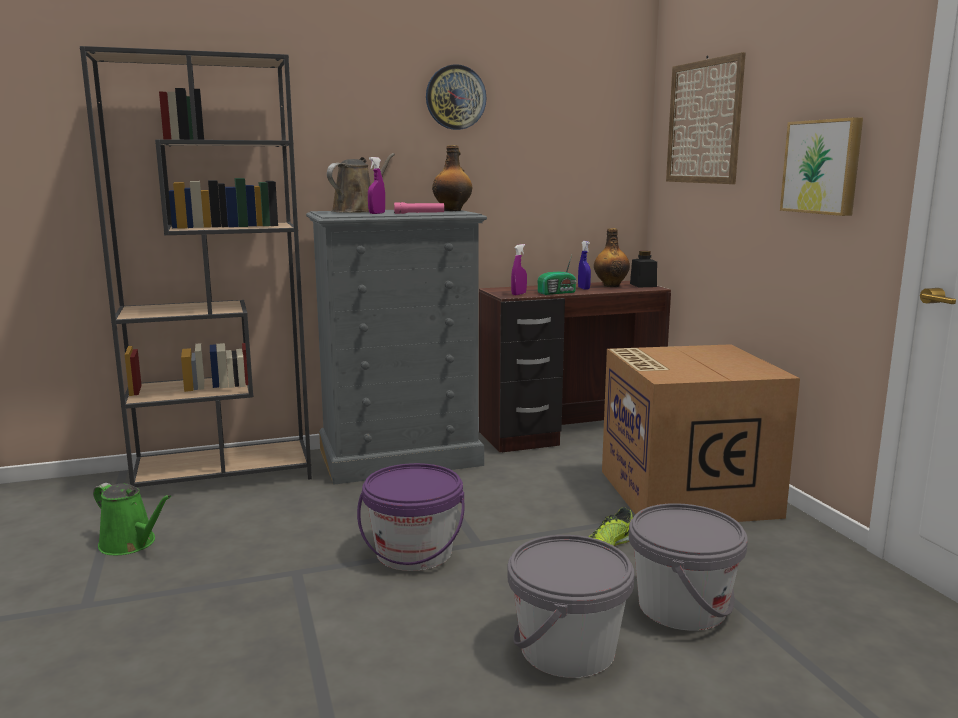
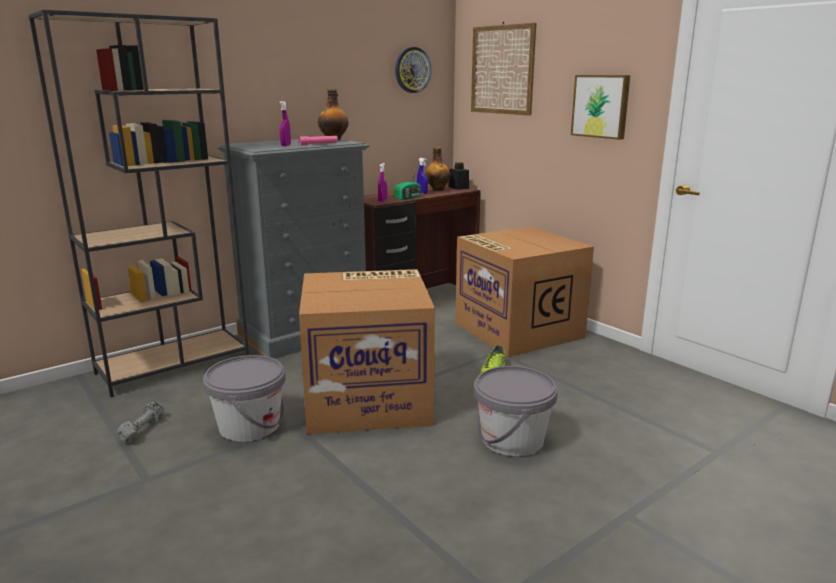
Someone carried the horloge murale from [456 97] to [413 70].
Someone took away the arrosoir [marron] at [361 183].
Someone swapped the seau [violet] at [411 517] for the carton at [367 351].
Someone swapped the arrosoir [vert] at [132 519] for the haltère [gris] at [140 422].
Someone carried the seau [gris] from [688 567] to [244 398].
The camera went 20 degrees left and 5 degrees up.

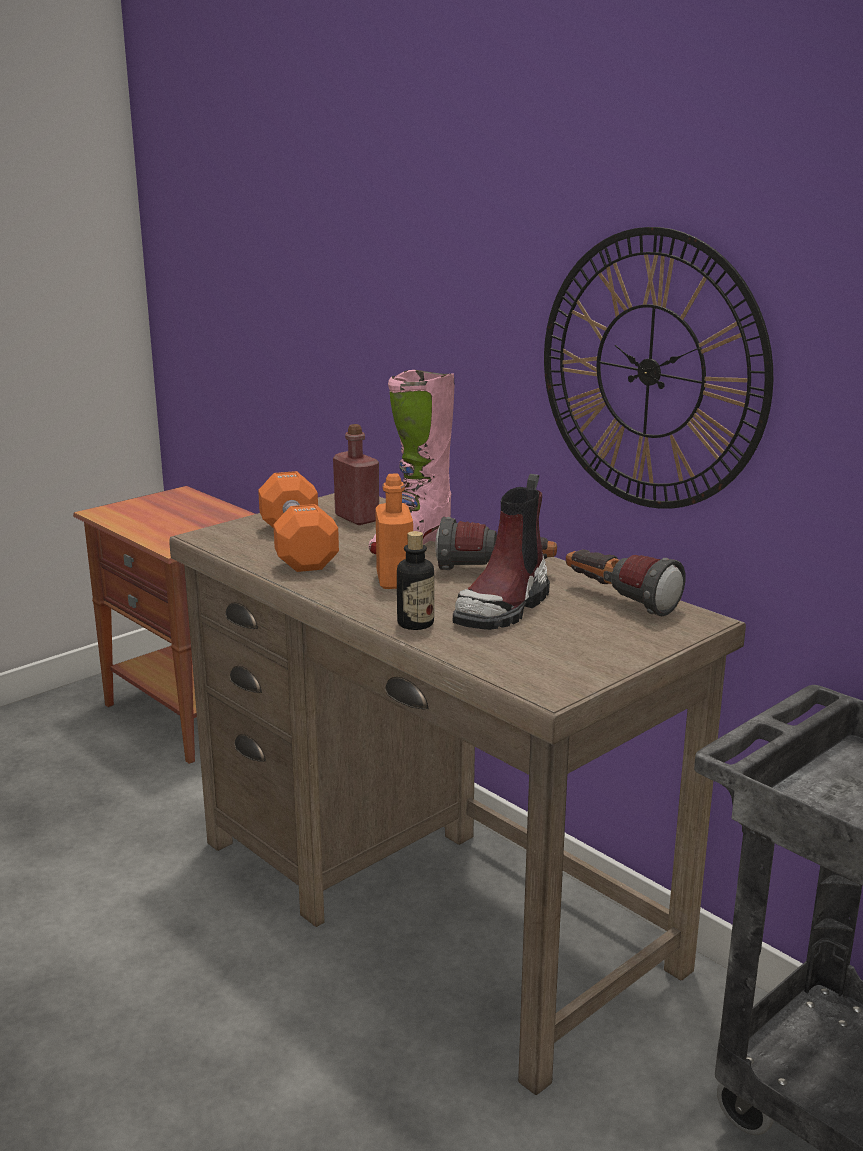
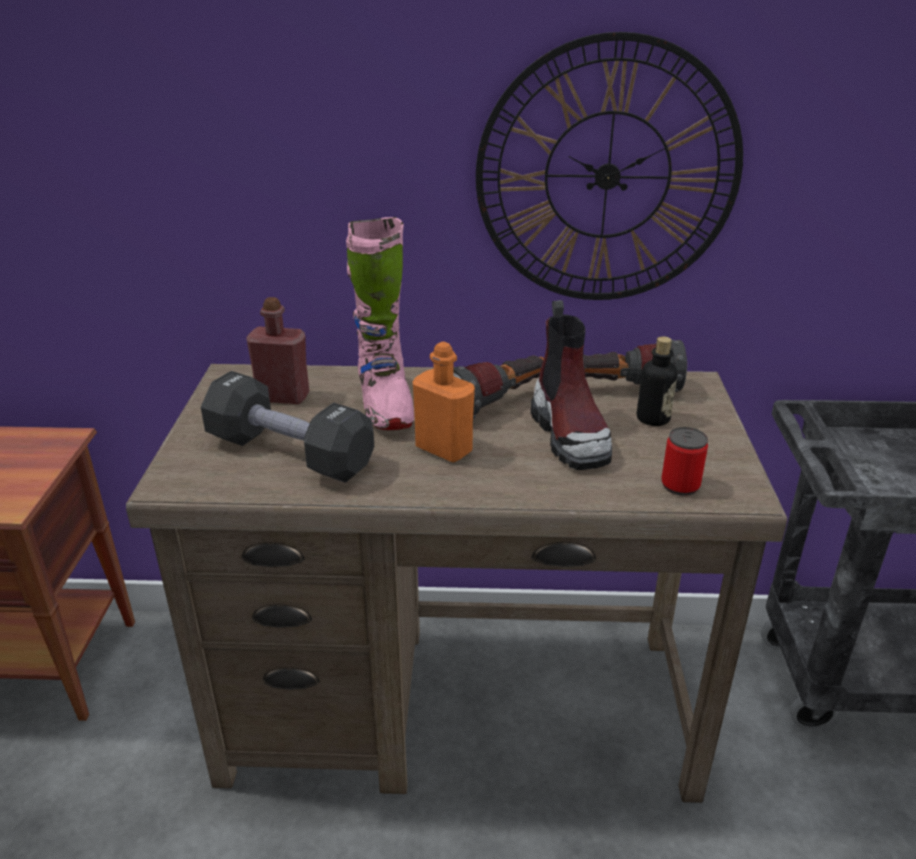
Someone repainted the haltère [orange] at [298 521], which became the haltère [noir] at [287 427].
Someone carried the bouteille from [415 580] to [657 381].
Someone put down the boîte métallique at [684 461].
The camera went 45 degrees left and 10 degrees up.

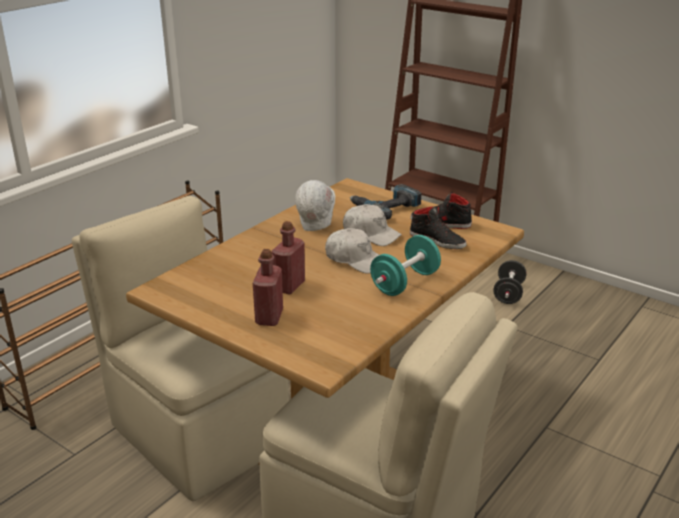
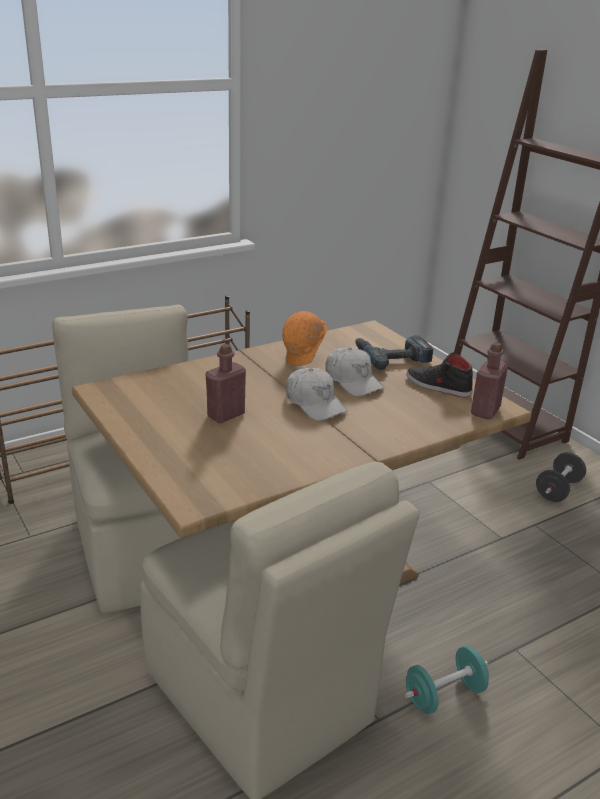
Someone repainted the casque de chantier [blanc] at [315 205], which became the casque de chantier [orange] at [304 338].
Someone took away the chaussure [noir] at [438 227].
Someone carried the haltère [turquoise] from [405 265] to [447 680].
Someone carried the bouteille [rouge] from [268 287] to [489 380].
The camera went 20 degrees right and 0 degrees up.

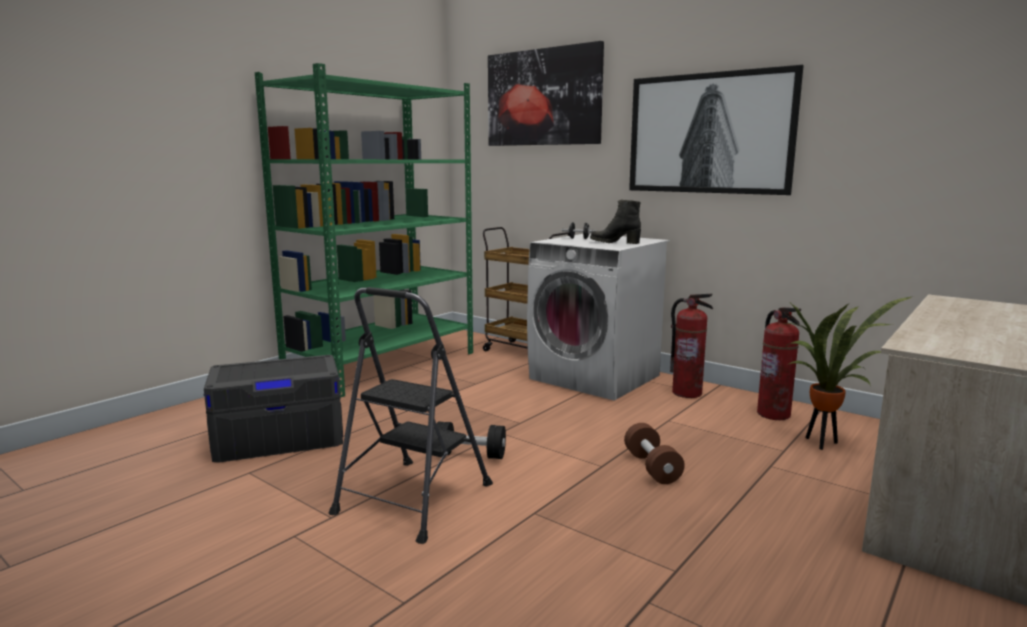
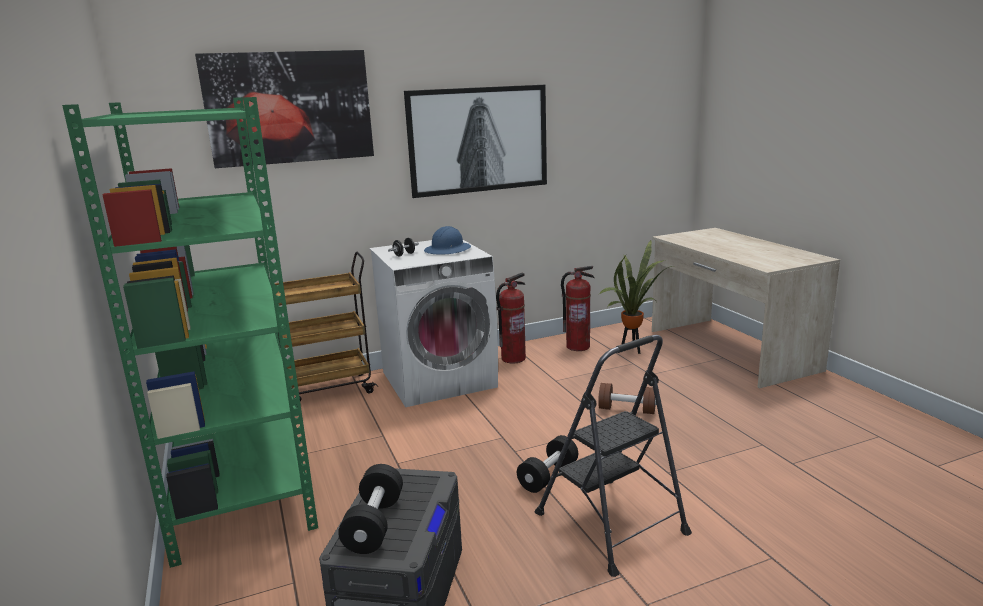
Someone swapped the botte [noir] at [615 221] for the casque de chantier [bleu] at [447 240].
Someone put down the haltère [noir] at [370 509].
The camera went 60 degrees left and 5 degrees up.

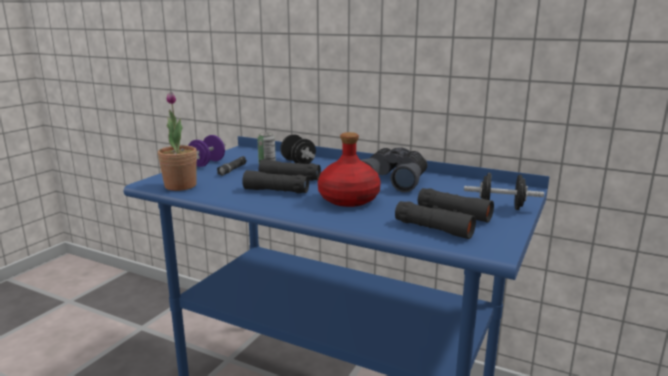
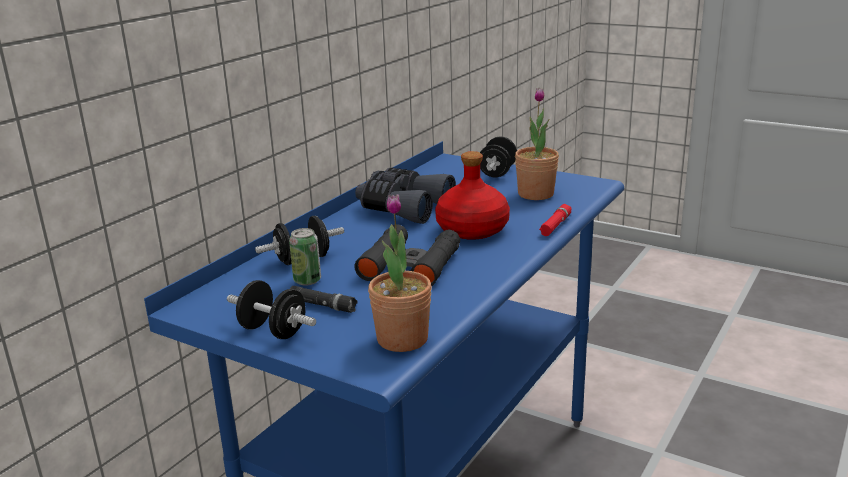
Someone repainted the haltère [violet] at [207 151], which became the haltère [noir] at [271 309].
Someone swapped the jumelles [noir] at [444 213] for the plante en pot at [537 144].
Someone put down the lampe de poche [rouge] at [555 220].
The camera went 85 degrees left and 5 degrees up.

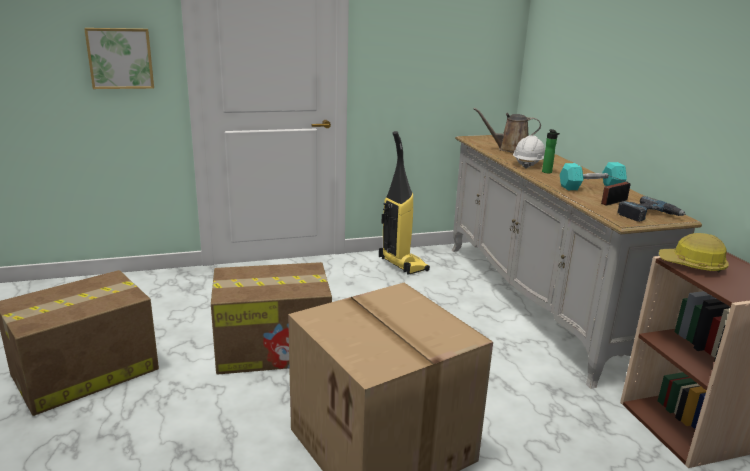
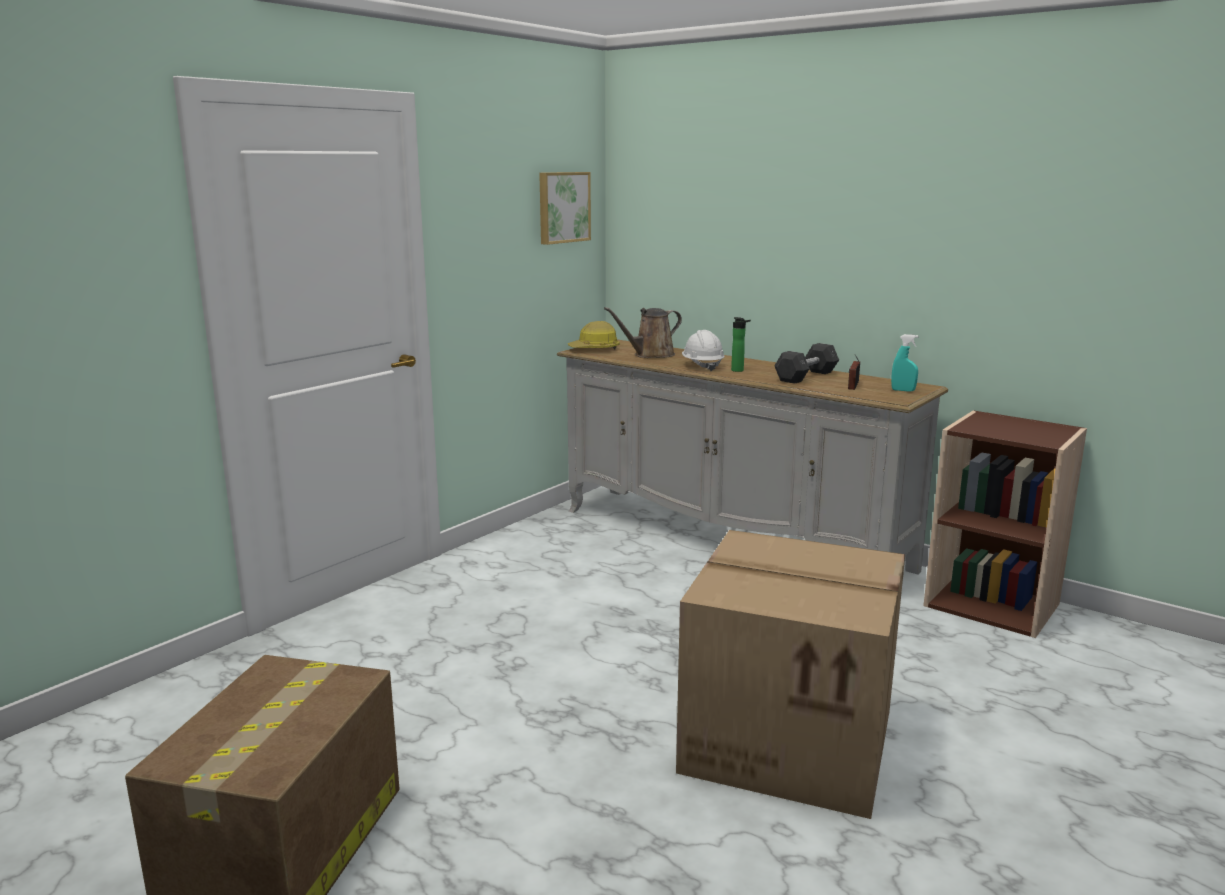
Someone carried the tableau from [119 58] to [565 208].
Someone took away the aspirateur at [404 203].
Someone repainted the haltère [turquoise] at [593 176], which became the haltère [gris] at [806 363].
Someone swapped the perceuse at [651 209] for the vaporisateur [turquoise] at [904 363].
Someone carried the casque de chantier from [694 252] to [594 335].
Someone took away the carton at [271 318].
The camera went 35 degrees left and 5 degrees down.

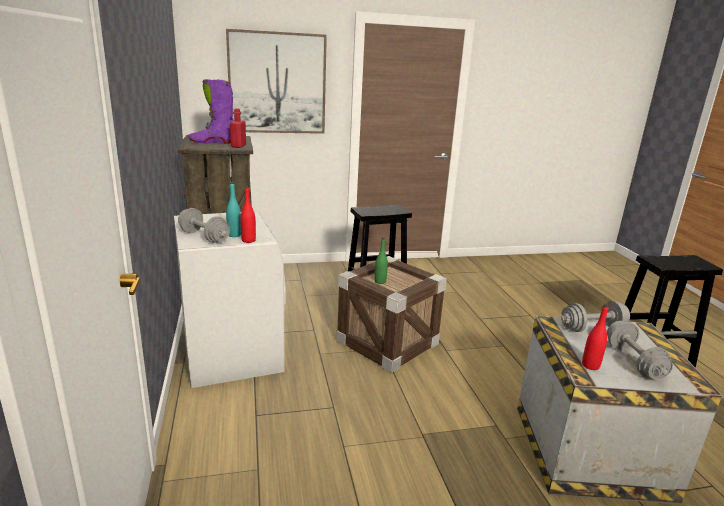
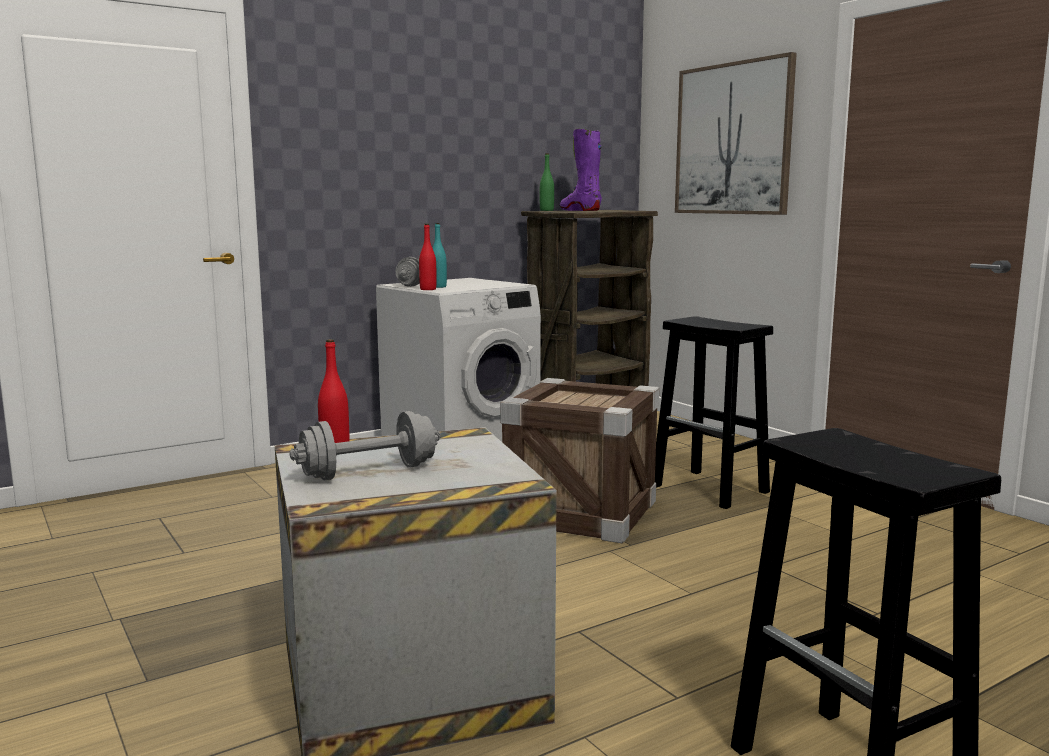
Someone took away the bouteille [rouge] at [238 128].
Someone carried the bouteille [vert] from [381 261] to [547 182].
Someone took away the haltère [gris] at [595 316].
The camera went 70 degrees right and 10 degrees down.

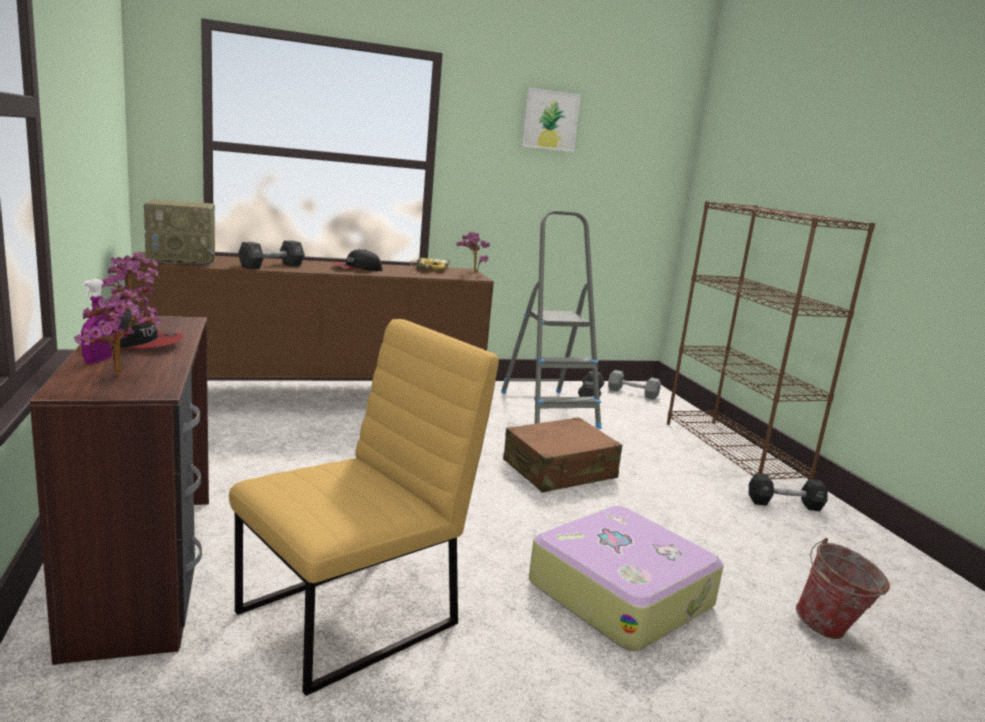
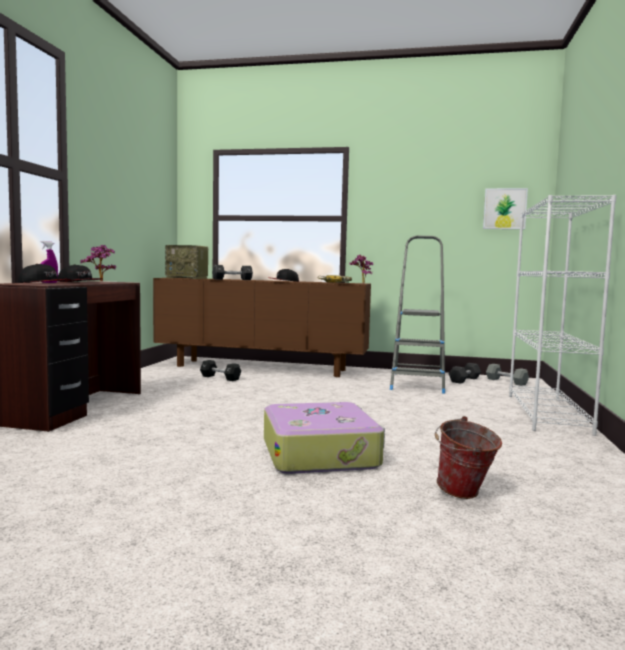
Someone carried the tableau from [551 120] to [505 208].
Someone repainted the bibliothèque [marron] at [771 340], which became the bibliothèque [blanc] at [562 315].
Someone swapped the plante en pot at [117 332] for the casquette at [44 273].
Someone took away the chaise [jaune] at [364 507].
Someone took away the valise [marron] at [562 455].
Someone carried the haltère [noir] from [788 492] to [220 370].
The camera went 30 degrees right and 10 degrees down.

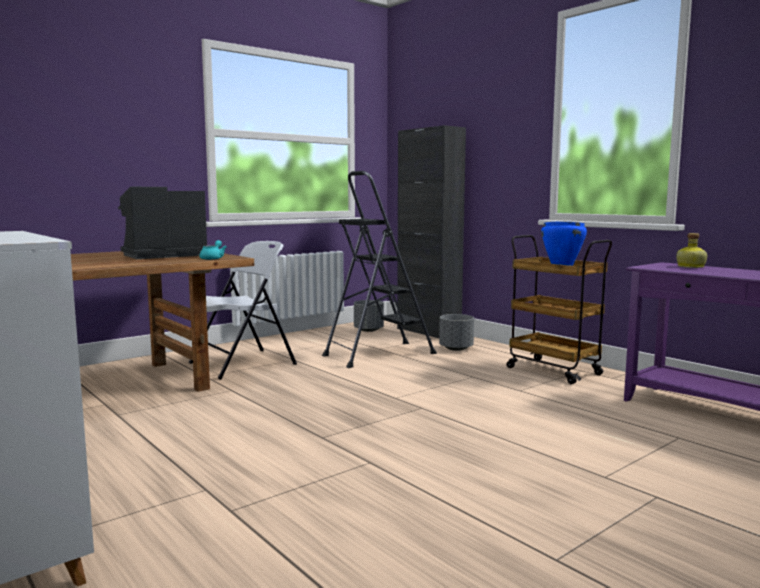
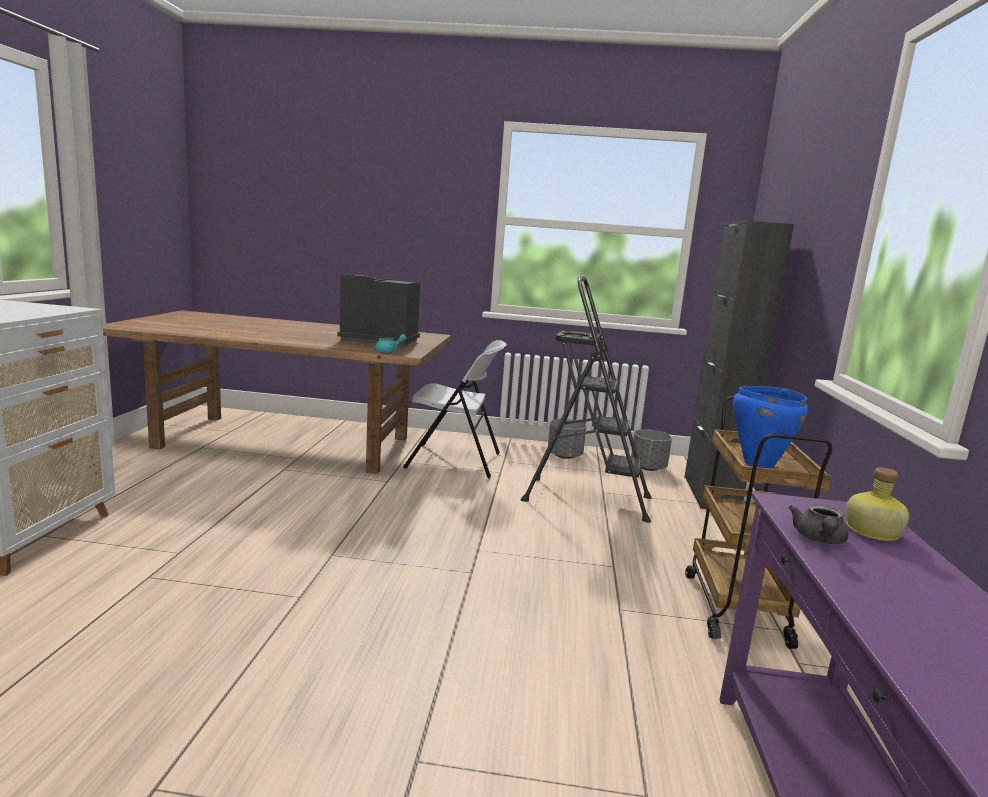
Someone carried the cache-pot [gris] from [456 332] to [567 439].
Someone put down the théière [gris] at [818 524].
The camera went 45 degrees right and 5 degrees up.

